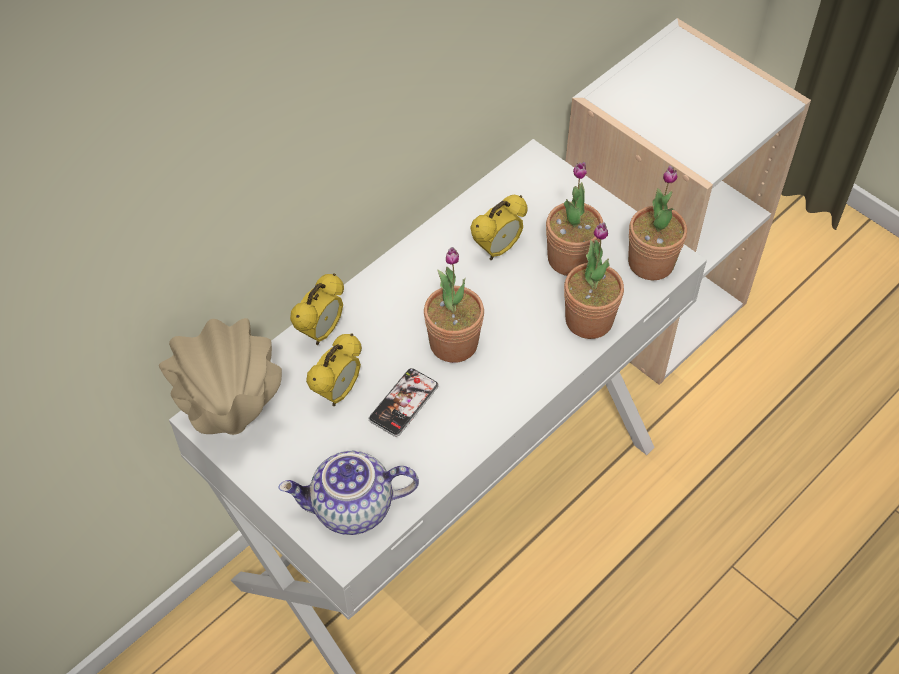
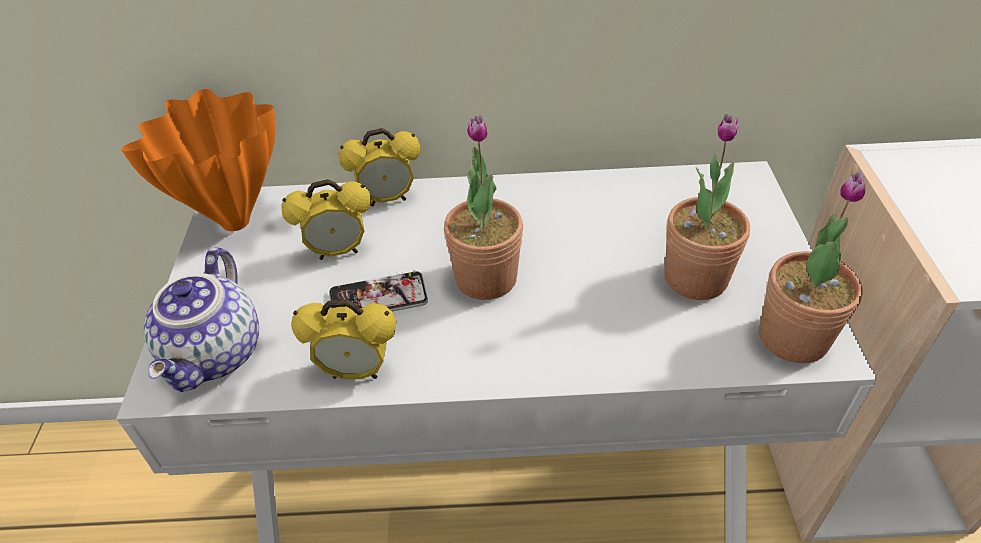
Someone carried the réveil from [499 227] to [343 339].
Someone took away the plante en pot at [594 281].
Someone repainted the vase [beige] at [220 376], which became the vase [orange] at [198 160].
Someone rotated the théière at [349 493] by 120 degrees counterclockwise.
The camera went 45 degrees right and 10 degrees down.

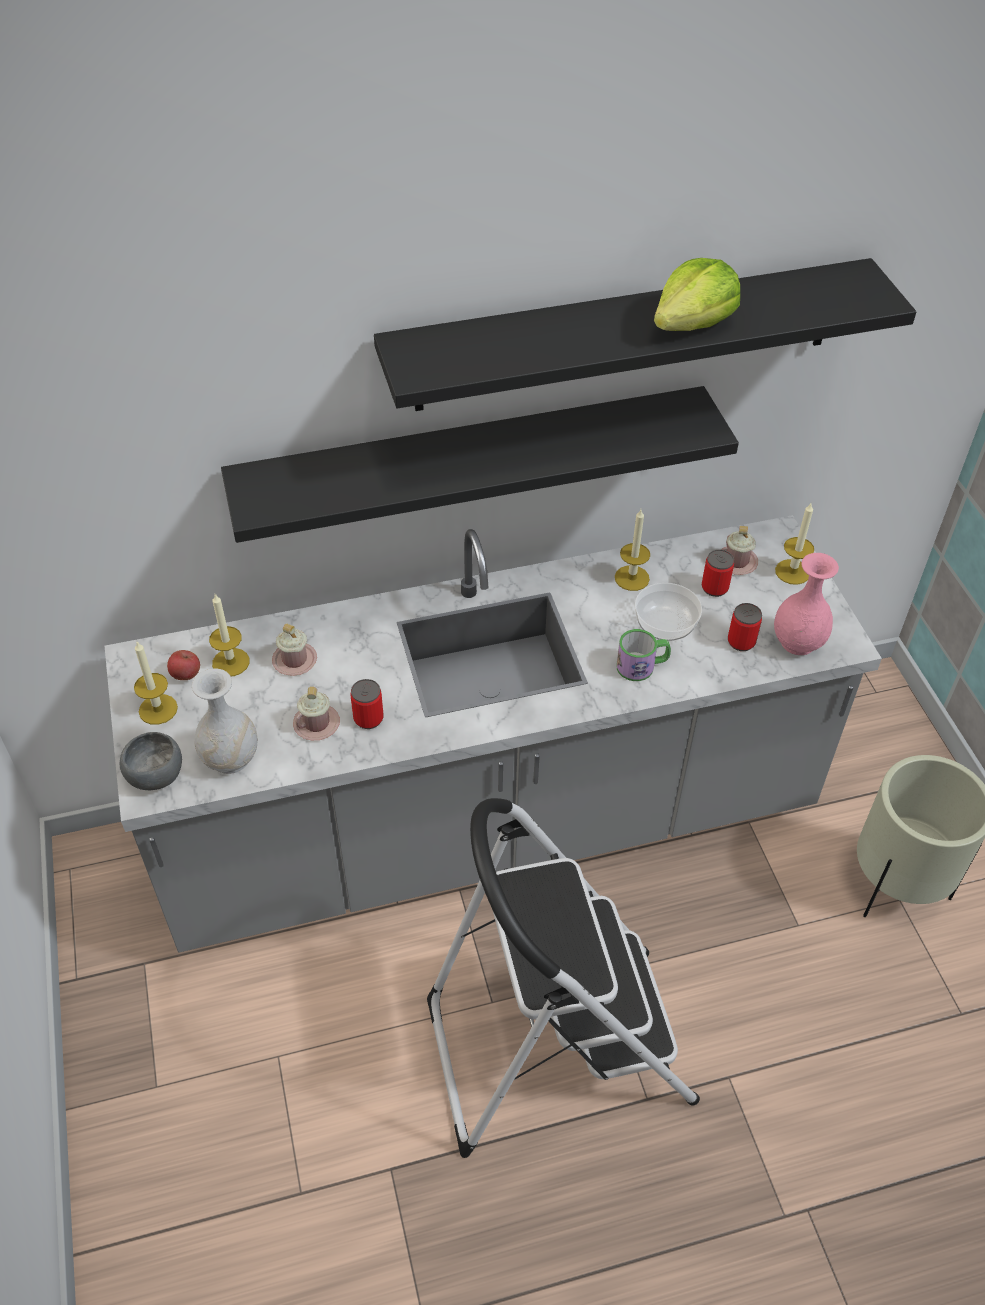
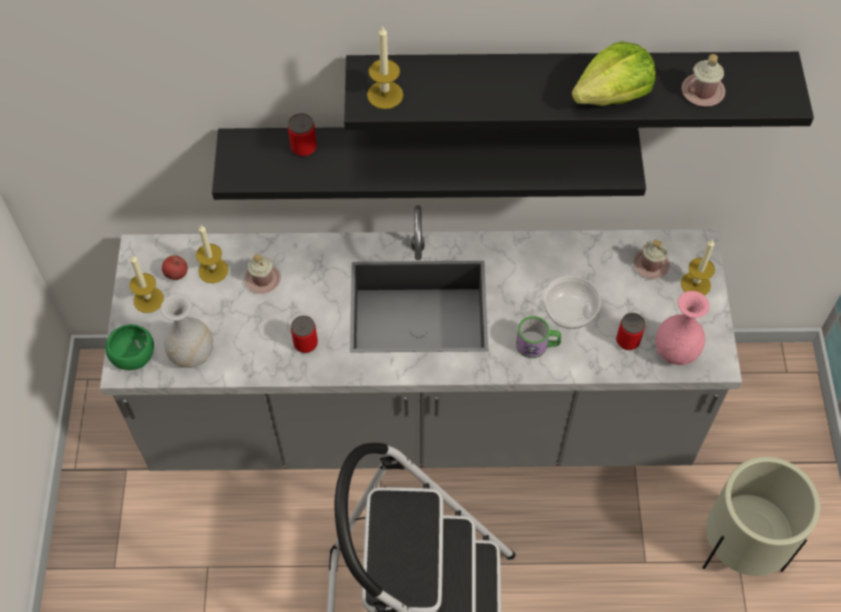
Someone carried the bougie from [632 550] to [385 67].
Someone carried the boîte métallique from [718 573] to [302 135].
Someone carried the mug [rose] from [316 713] to [703 80].
Someone repainted the bol [gris] at [151 761], which became the bol [vert] at [130 347].
The camera went 15 degrees right and 10 degrees up.

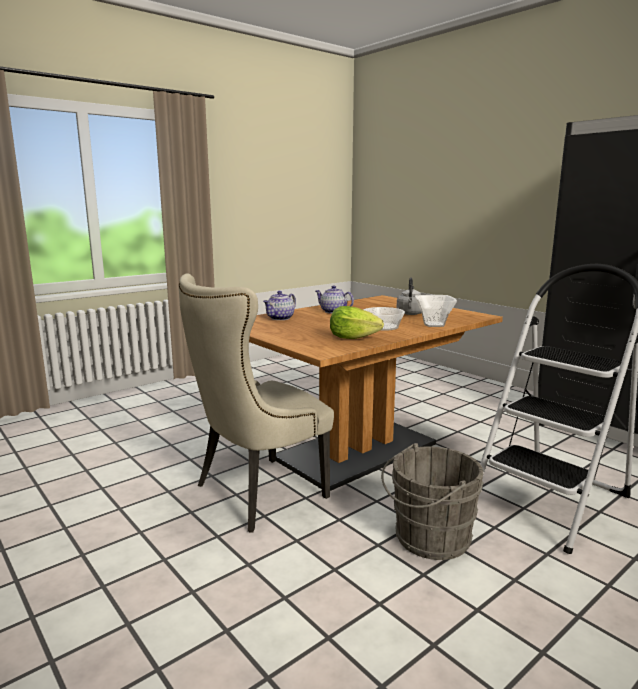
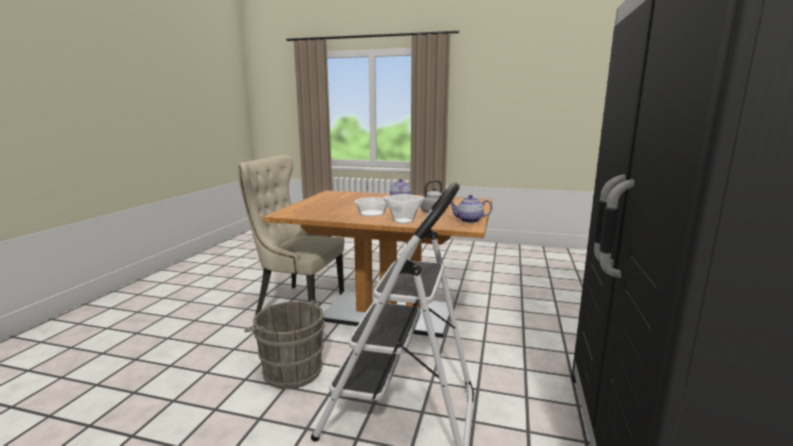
Someone carried the théière from [279 305] to [471 209].
Someone took away the laitue at [357 322].
The camera went 55 degrees right and 0 degrees up.

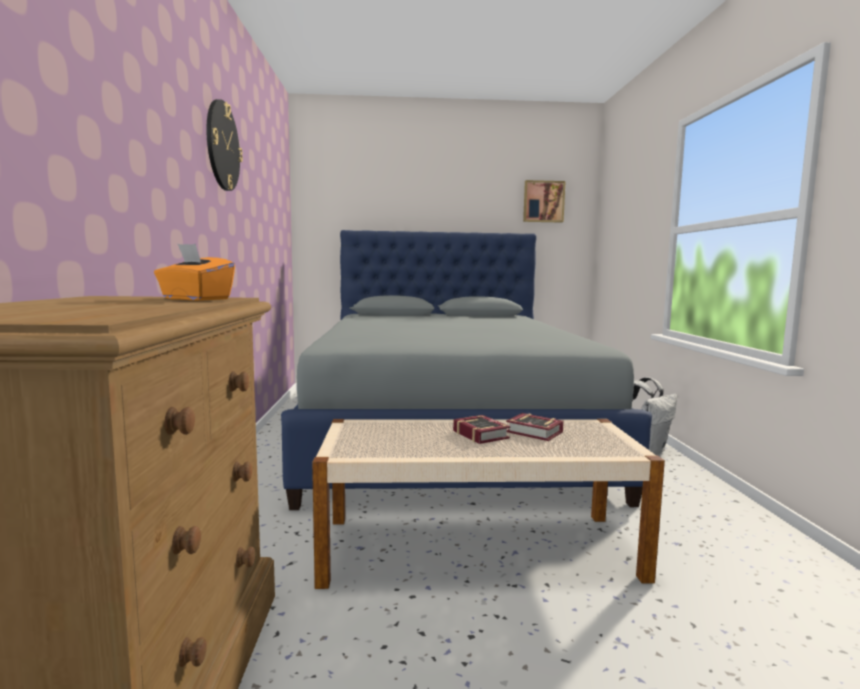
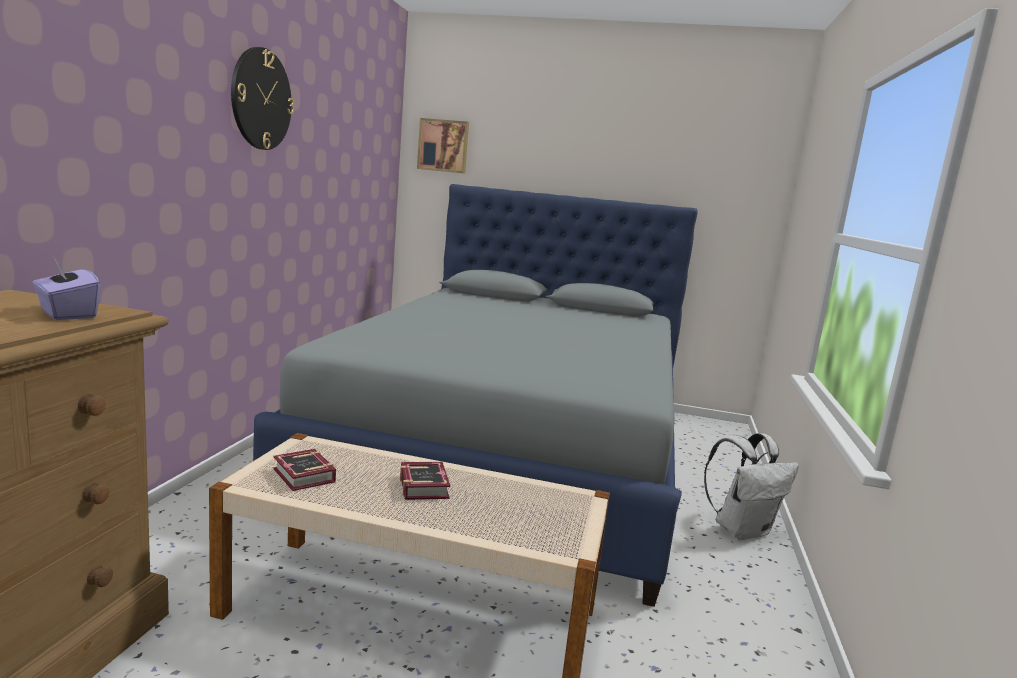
Someone carried the tableau from [544 201] to [443 145].
Someone repainted the boîte à mouchoirs [orange] at [194 272], which became the boîte à mouchoirs [violet] at [67 289].
Someone carried the livre from [535 427] to [304 470].
The camera went 15 degrees right and 5 degrees up.

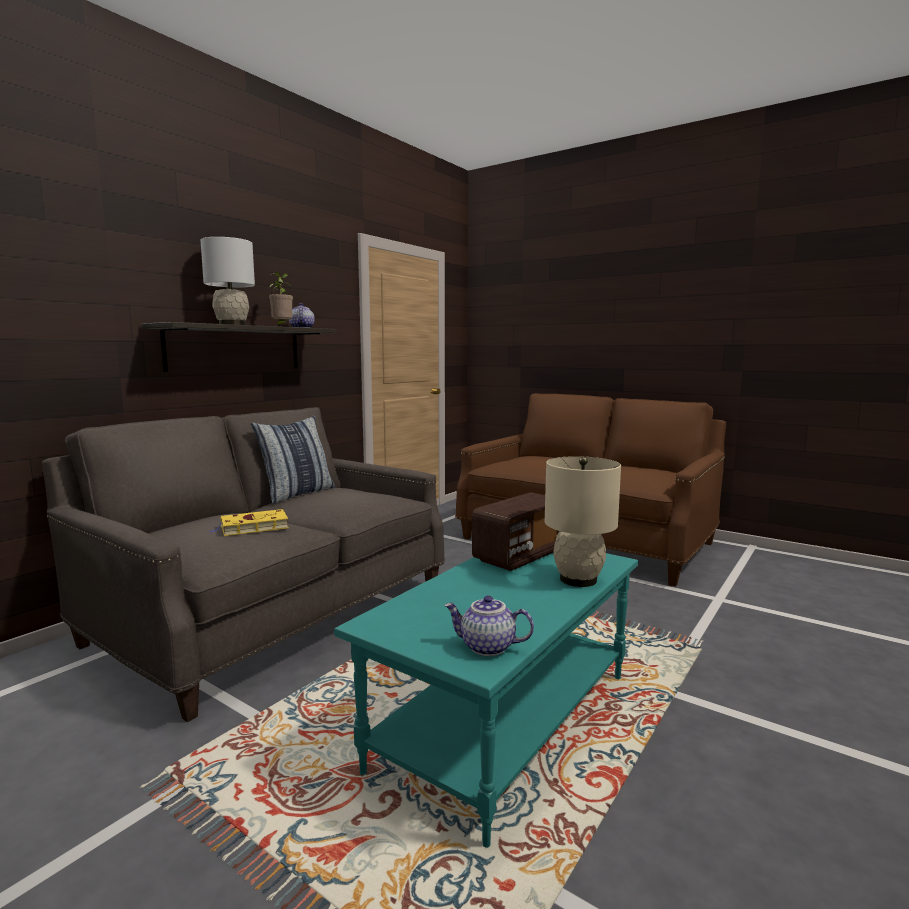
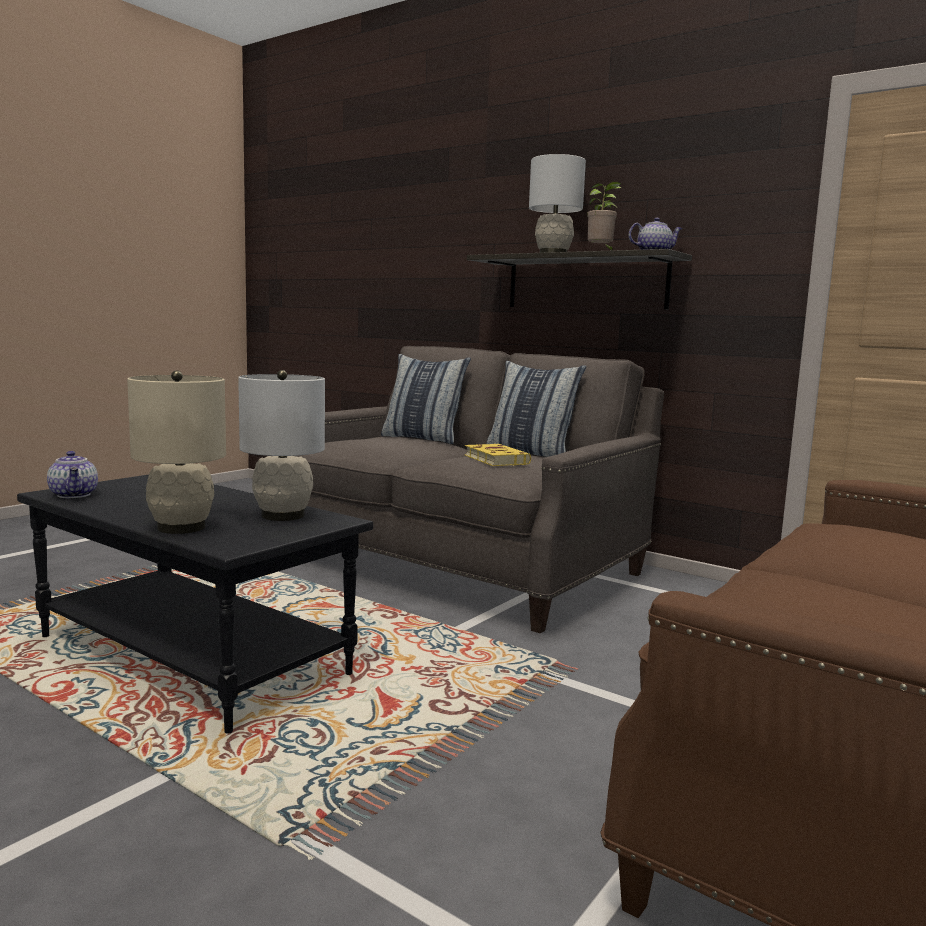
Someone swapped the radio at [515 531] for the lampe de table [blanc] at [281 445].
Someone carried the livre [jaune] from [249 522] to [498 455].
Someone repainted the table basse [turquoise] at [486 700], which became the table basse [noir] at [195 604].
Someone rotated the théière at [489 625] by 135 degrees clockwise.
Someone put down the coussin at [426 399].
The camera went 90 degrees right and 0 degrees up.

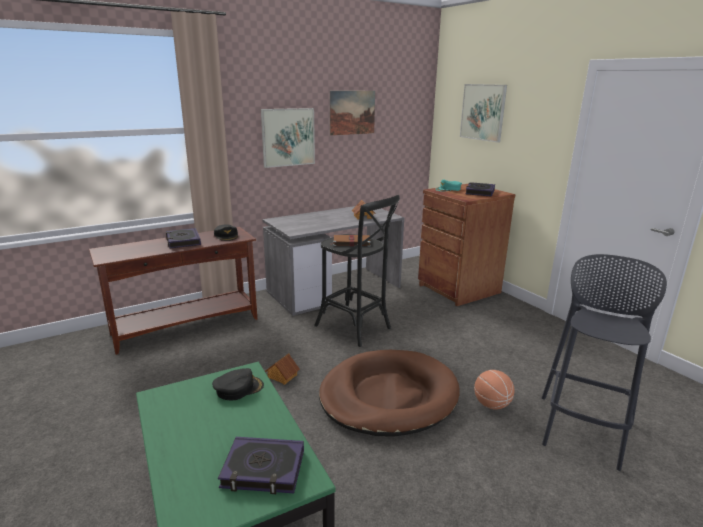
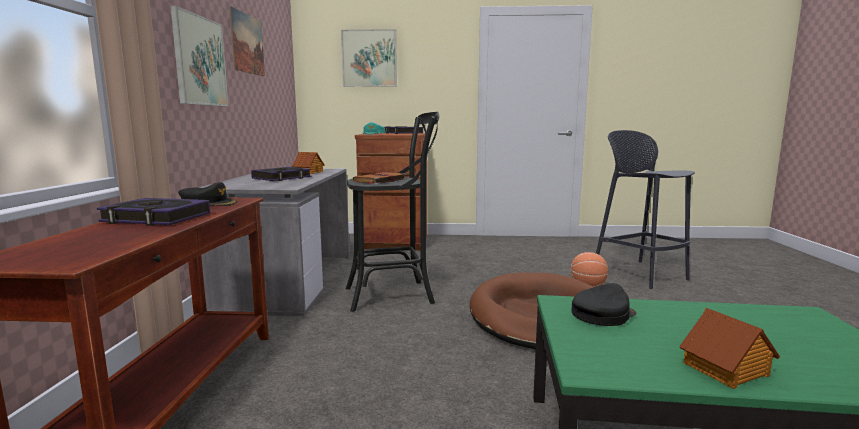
Someone carried the maison miniature from [282 369] to [729 348].
Someone rotated the casquette [noir] at [238 384] by 45 degrees clockwise.
Someone carried the livre from [261 465] to [281 174].
The camera went 55 degrees left and 10 degrees down.

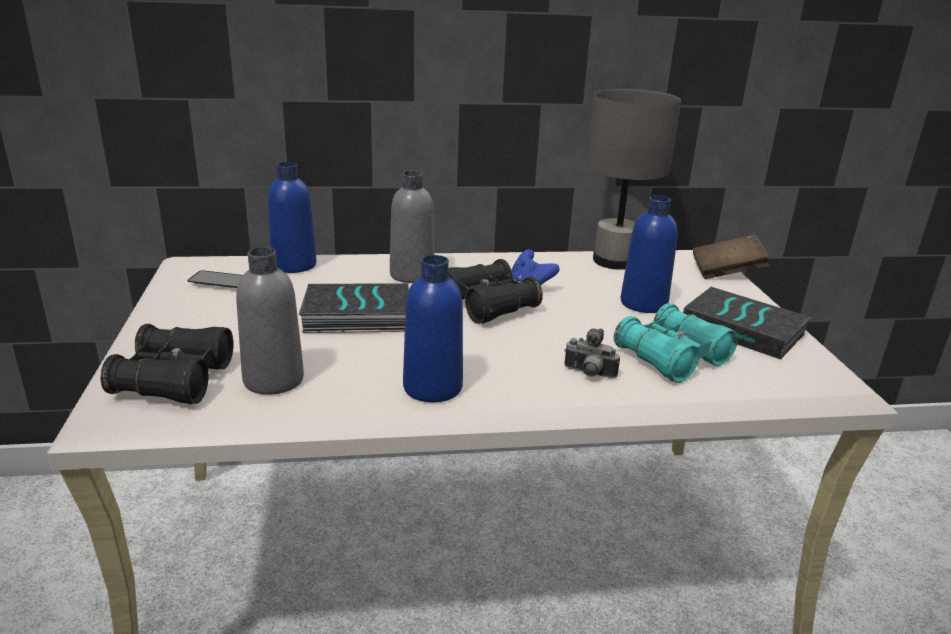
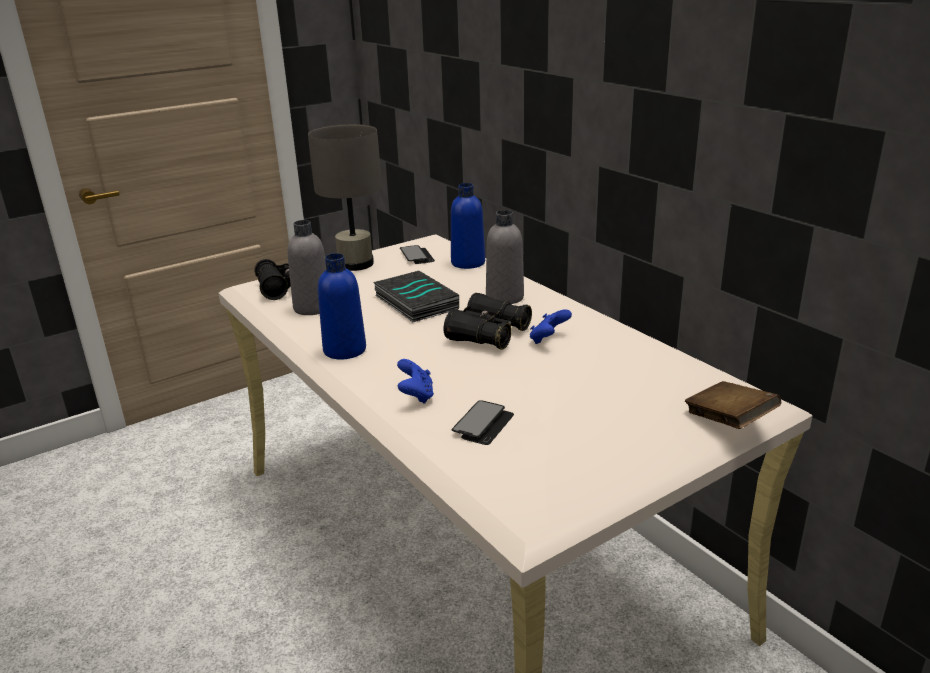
Someone carried the lampe de table [gris] from [633 179] to [344 197].
Someone took away the bouteille [bleu] at [649 254].
Someone took away the livre at [747 323].
Someone swapped the jumelles [turquoise] at [676 343] for the téléphone at [483 422].
Someone swapped the appareil photo at [592 353] for the manette [bleu] at [415 381].
The camera went 65 degrees right and 0 degrees up.

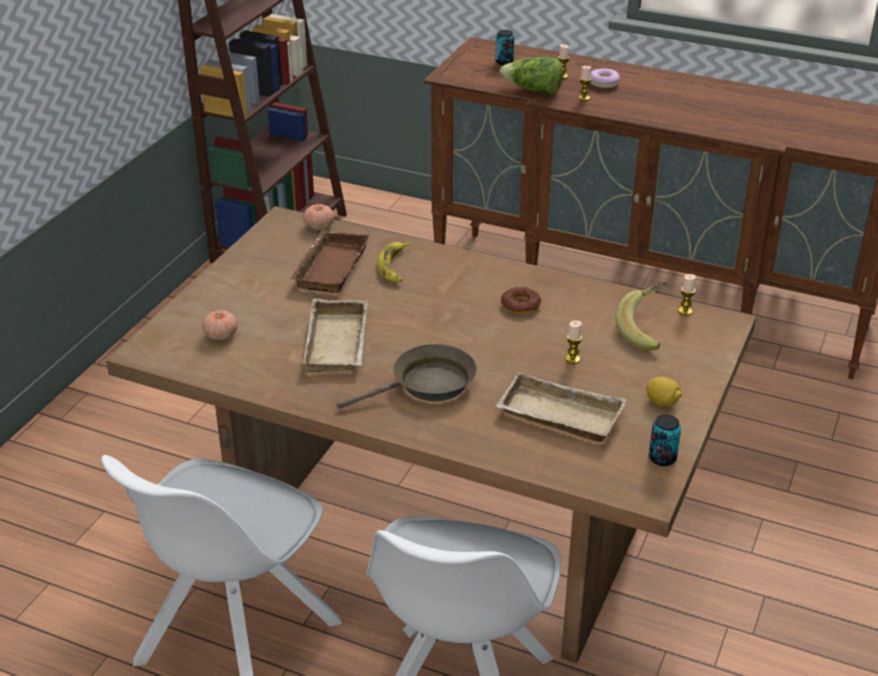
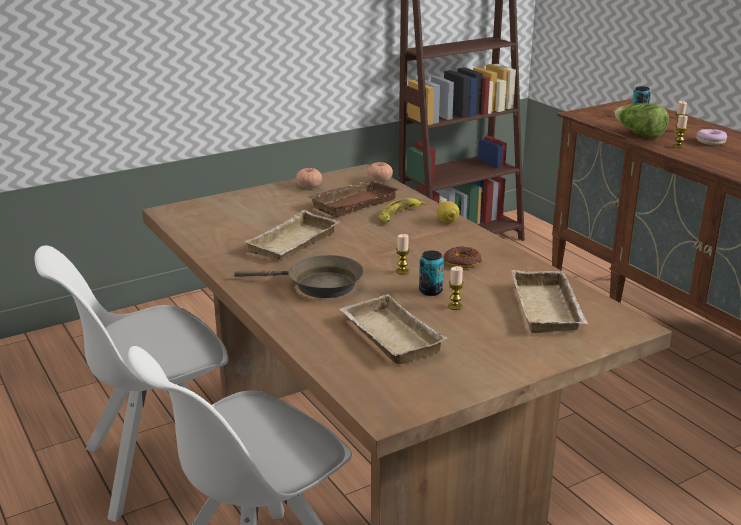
Someone carried the bougie from [687 295] to [403 254].
Someone swapped the banane at [642 316] for the plateau [beige] at [549 301].
Someone carried the tomate from [220 325] to [309 178].
Someone carried the citron from [664 391] to [448 212].
Someone carried the boîte métallique from [665 440] to [431 273].
The camera went 35 degrees right and 10 degrees down.

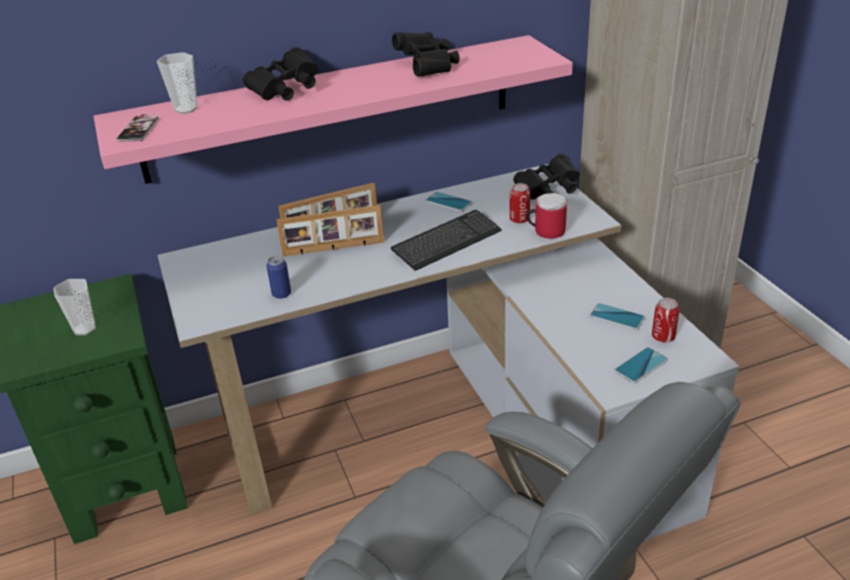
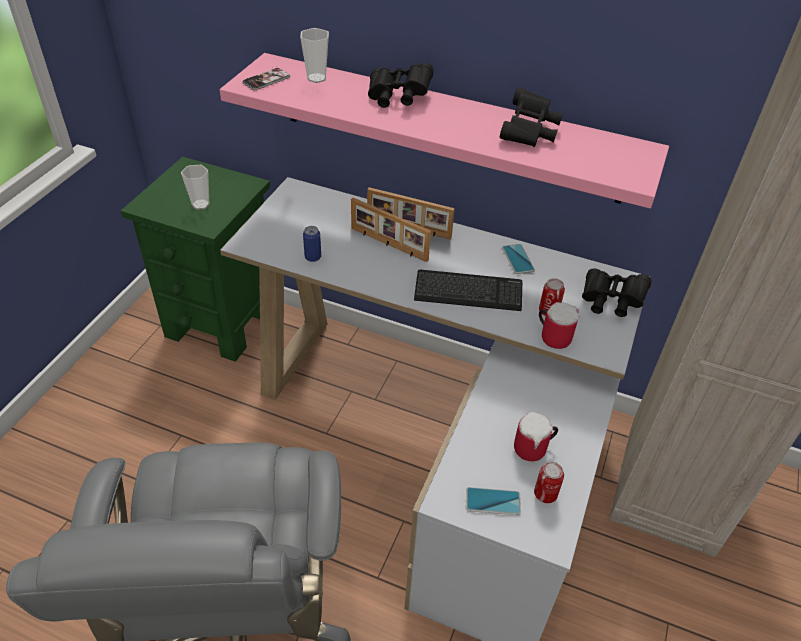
Someone swapped the téléphone at [617 316] for the mug at [536 436].
The camera went 40 degrees right and 10 degrees up.

